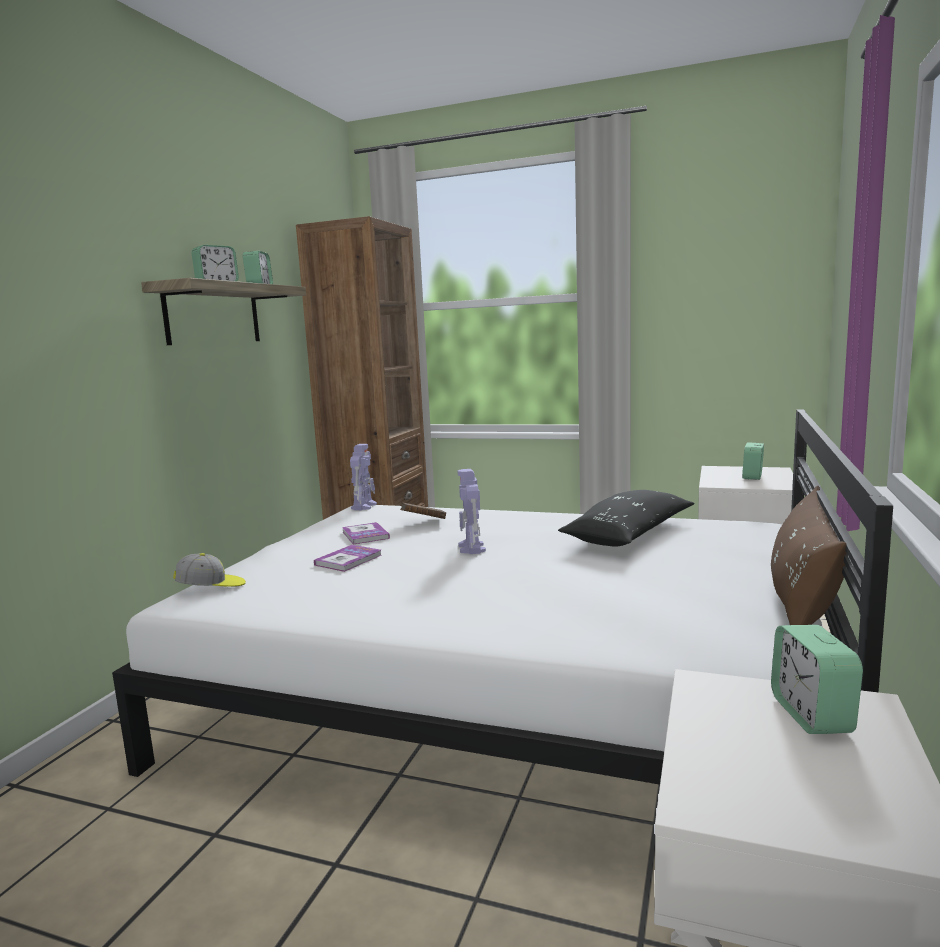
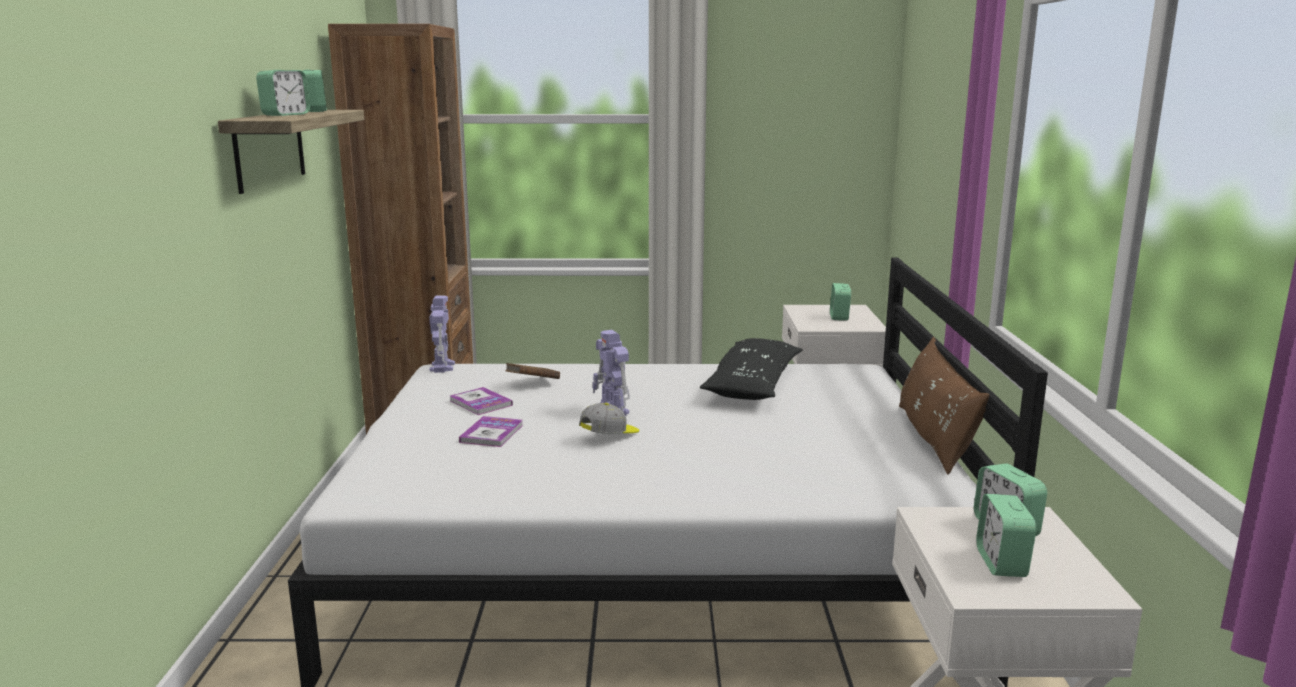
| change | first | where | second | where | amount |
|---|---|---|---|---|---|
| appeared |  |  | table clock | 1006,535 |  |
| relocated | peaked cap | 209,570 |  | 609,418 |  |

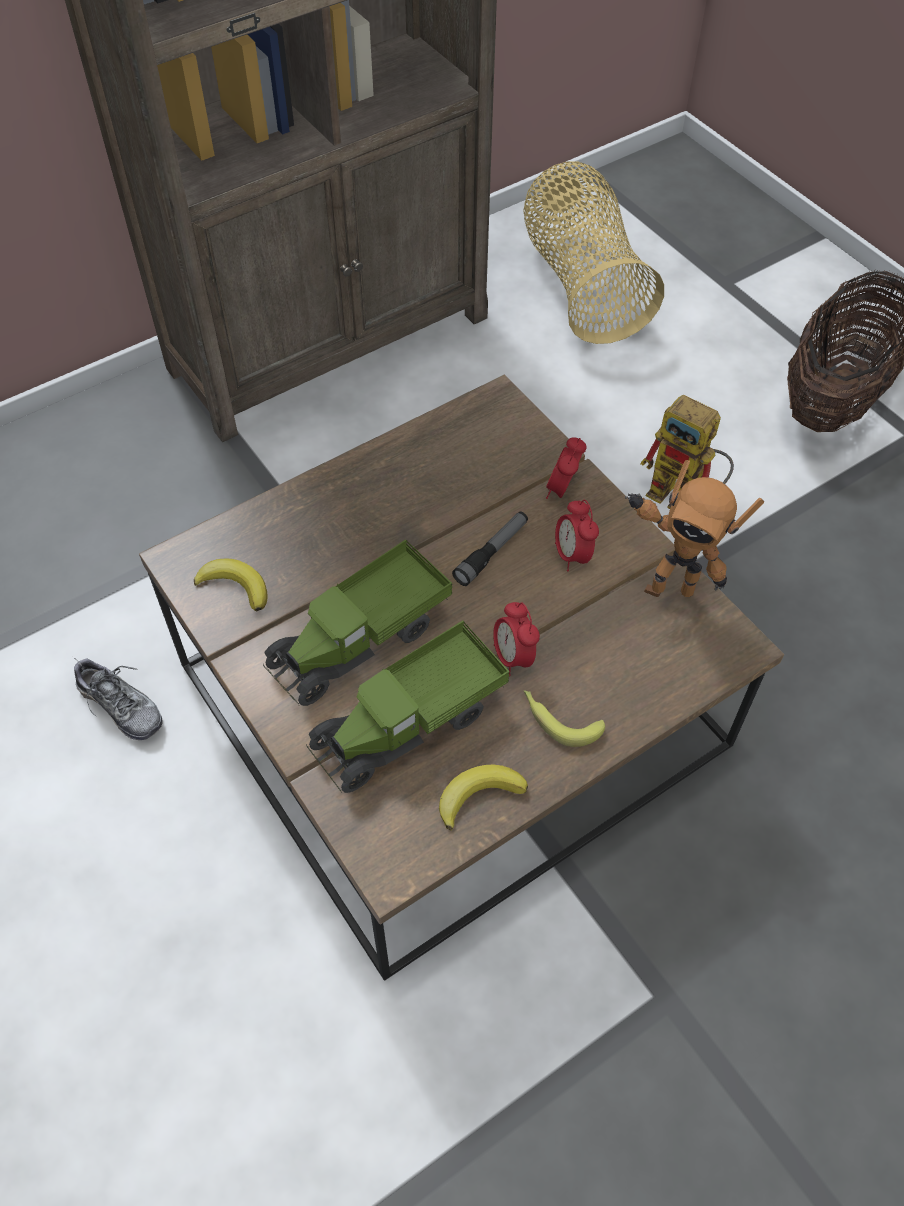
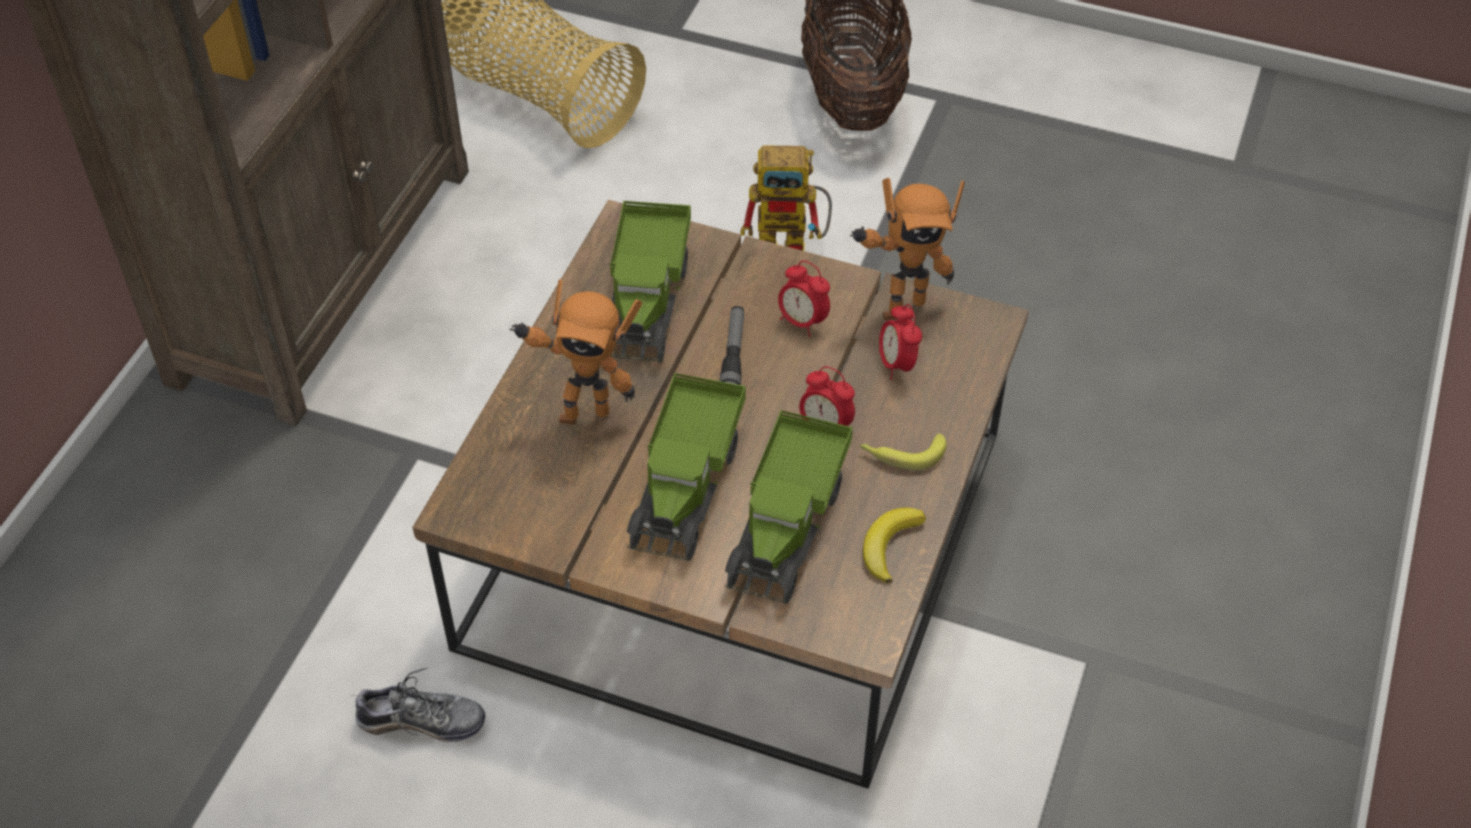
| change | first | where | second | where | amount |
|---|---|---|---|---|---|
| missing | whole banana | 231,585 |  |  |  |
| appeared |  |  | robot figure | 576,351 |  |
| appeared |  |  | toy truck | 650,282 |  |
| relocated | table clock | 566,468 |  | 900,342 |  |

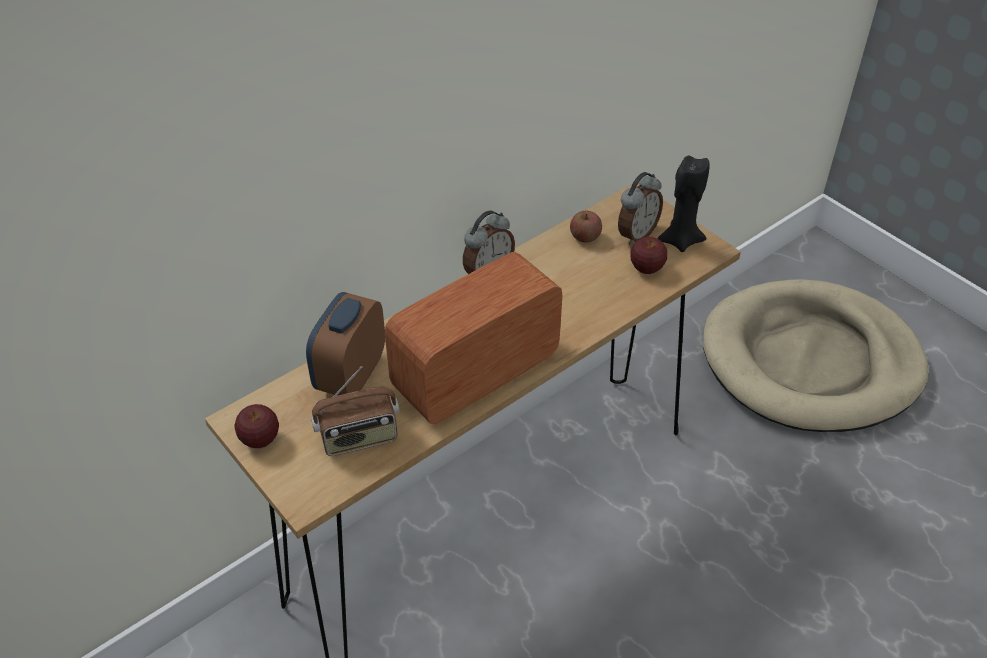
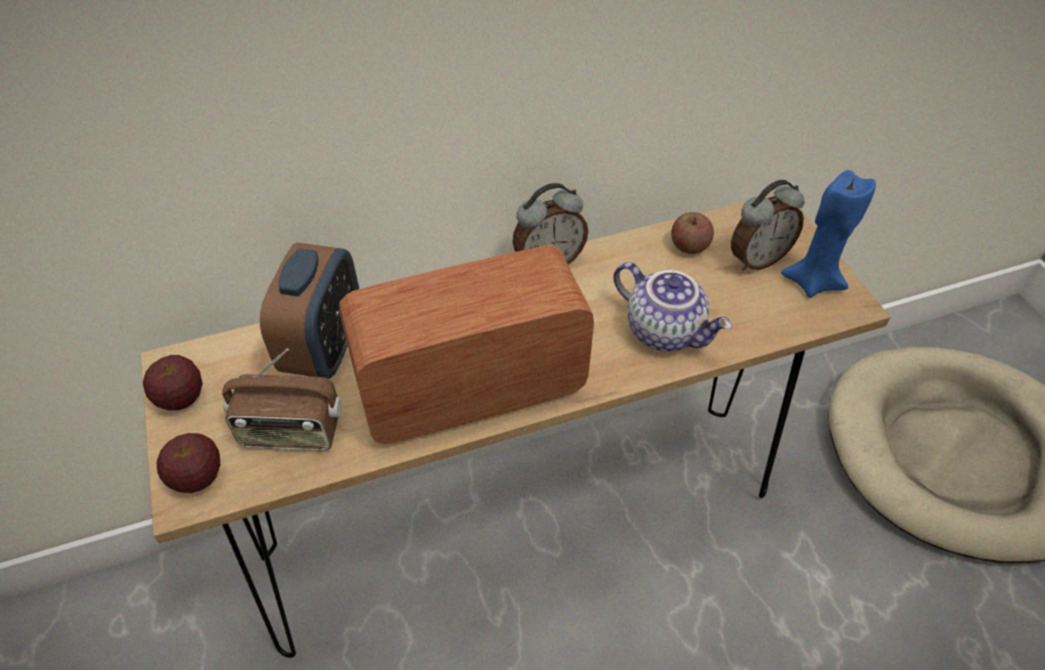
| change | first | where | second | where | amount |
|---|---|---|---|---|---|
| appeared |  |  | pot for tea | 672,306 |  |
| relocated | whole apple | 649,255 |  | 188,463 |  |
| colour | candle/black-coloured | 683,203 | candle/blue-coloured | 828,234 |  |
| spun | table clock | 345,344 |  | 309,311 | 150 degrees clockwise |

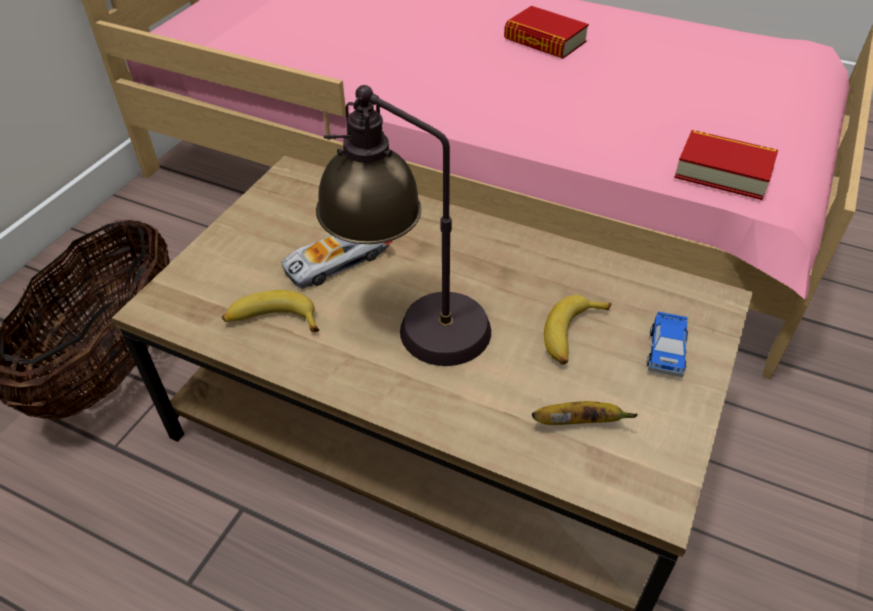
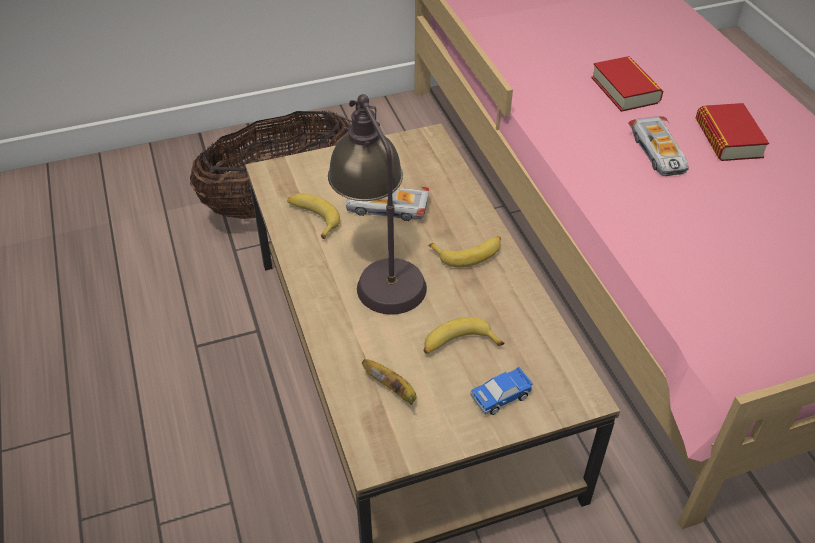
| change | first | where | second | where | amount |
|---|---|---|---|---|---|
| appeared |  |  | whole banana | 464,251 |  |
| appeared |  |  | miniature car | 658,146 |  |
| relocated | book | 726,165 |  | 627,84 |  |

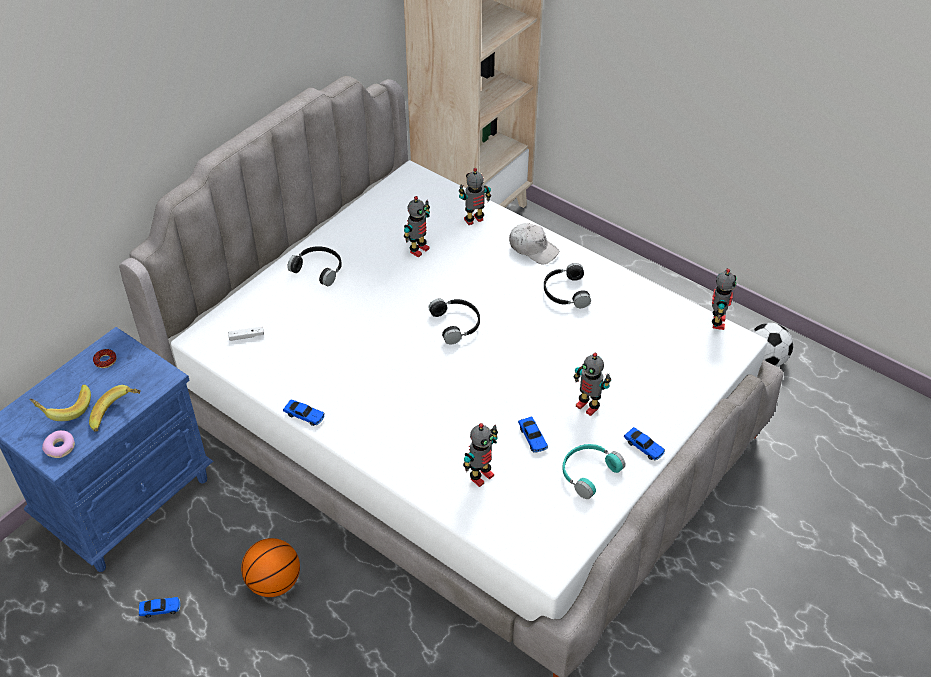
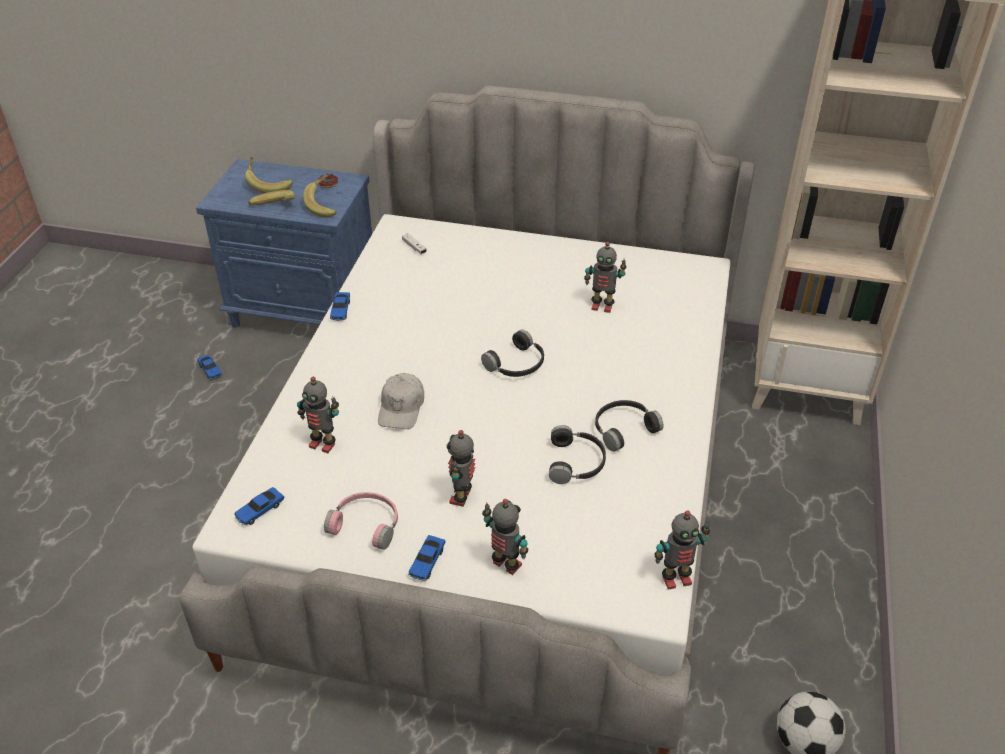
| change | first | where | second | where | amount |
|---|---|---|---|---|---|
| missing | doughnut | 58,444 |  |  |  |
| missing | basketball | 270,567 |  |  |  |
| appeared |  |  | whole banana | 320,195 |  |
| relocated | pair of headphones/black-coloured | 315,266 |  | 577,454 |  |
| relocated | robot figure | 475,196 |  | 505,537 |  |
| relocated | peaked cap/white | 534,243 |  | 401,401 |  |
| relocated | miniature car | 533,434 |  | 259,506 |  |
| colour | pair of headphones/turquoise-coloured | 594,471 | pair of headphones/pink-coloured | 361,521 |  |

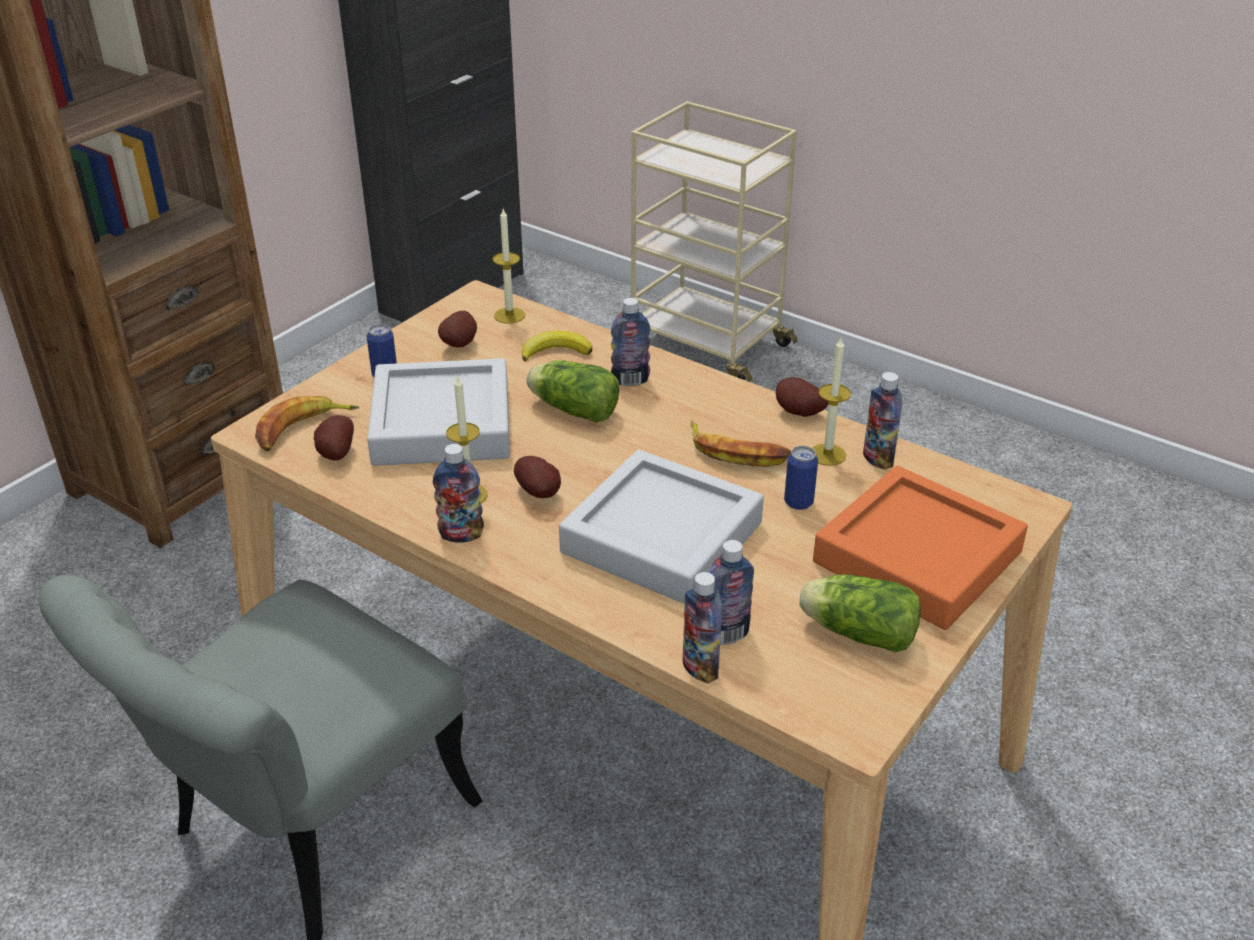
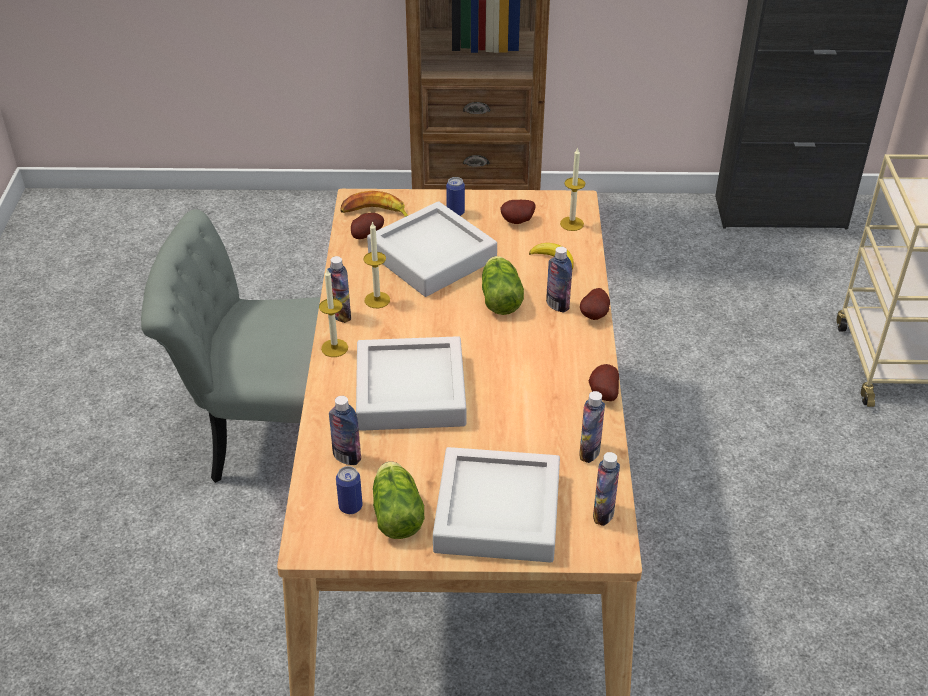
| change | first | where | second | where | amount |
|---|---|---|---|---|---|
| missing | whole banana | 741,443 |  |  |  |
| relocated | whole potato | 537,477 |  | 595,304 |  |
| relocated | beverage bottle | 702,627 |  | 606,489 |  |
| relocated | metal can | 801,478 |  | 349,490 |  |
| relocated | candle | 832,402 |  | 333,313 |  |
| colour | serving tray/orangey | 920,548 | serving tray/greyish | 496,505 |  |

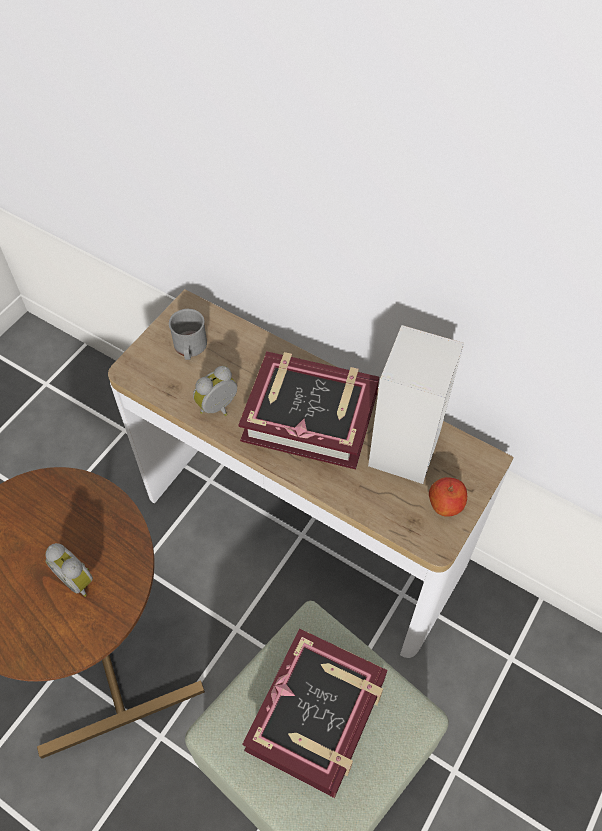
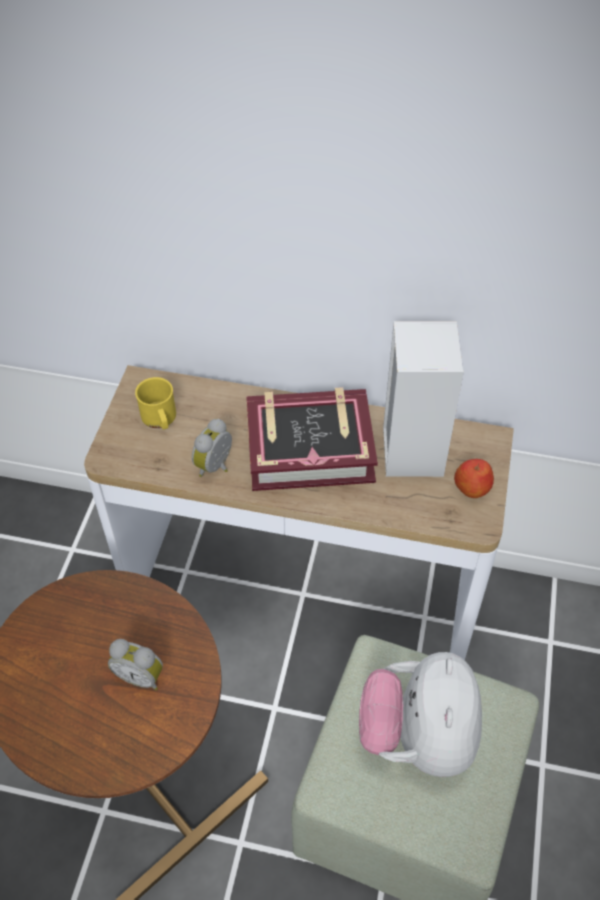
| change | first | where | second | where | amount |
|---|---|---|---|---|---|
| exchanged | book | 314,713 | cuddly toy | 420,714 |  |
| colour | tea mug/greyish | 188,334 | tea mug/yellow | 155,403 |  |

